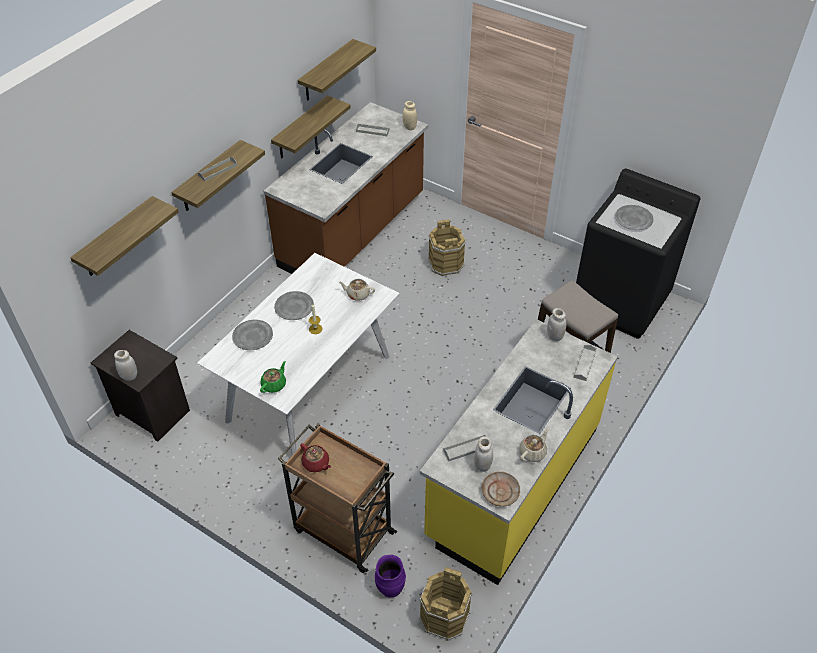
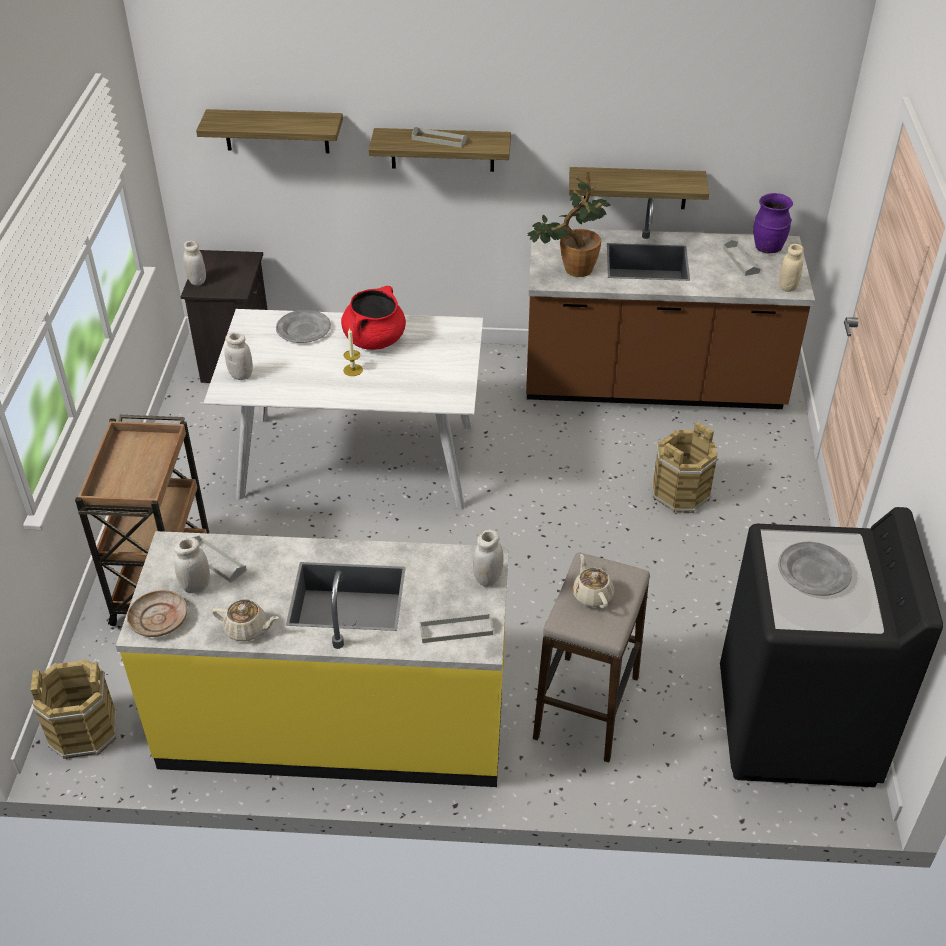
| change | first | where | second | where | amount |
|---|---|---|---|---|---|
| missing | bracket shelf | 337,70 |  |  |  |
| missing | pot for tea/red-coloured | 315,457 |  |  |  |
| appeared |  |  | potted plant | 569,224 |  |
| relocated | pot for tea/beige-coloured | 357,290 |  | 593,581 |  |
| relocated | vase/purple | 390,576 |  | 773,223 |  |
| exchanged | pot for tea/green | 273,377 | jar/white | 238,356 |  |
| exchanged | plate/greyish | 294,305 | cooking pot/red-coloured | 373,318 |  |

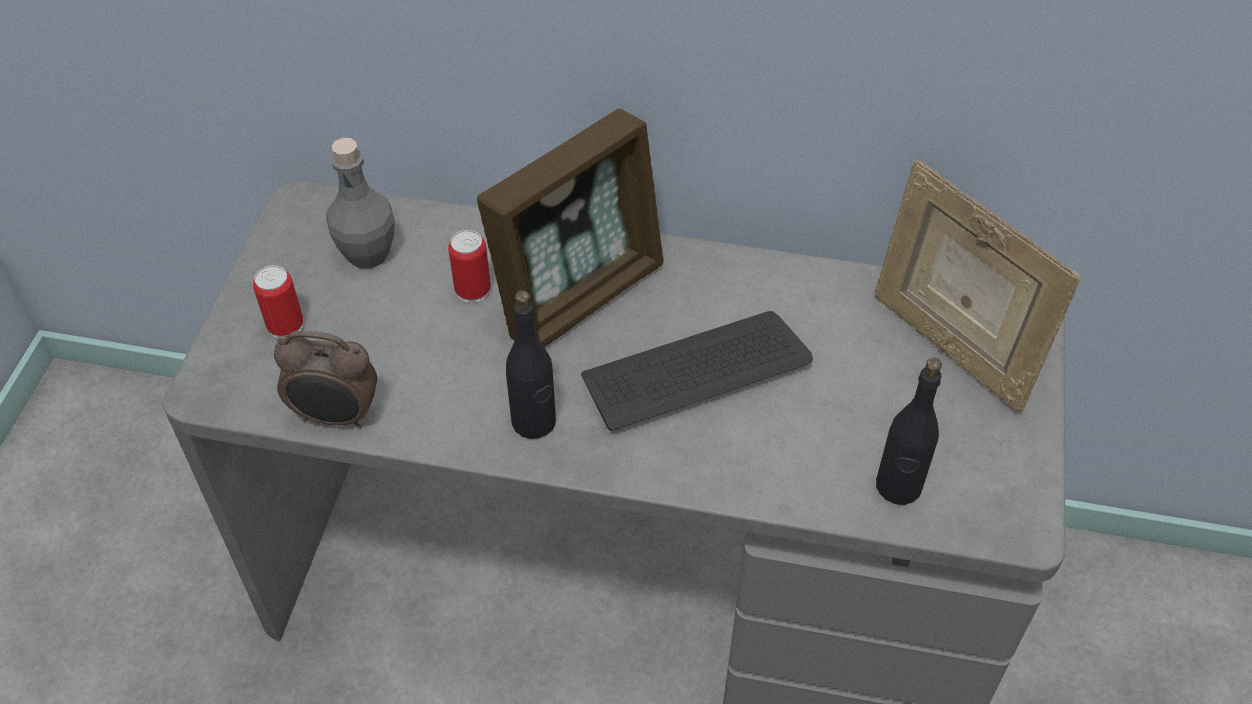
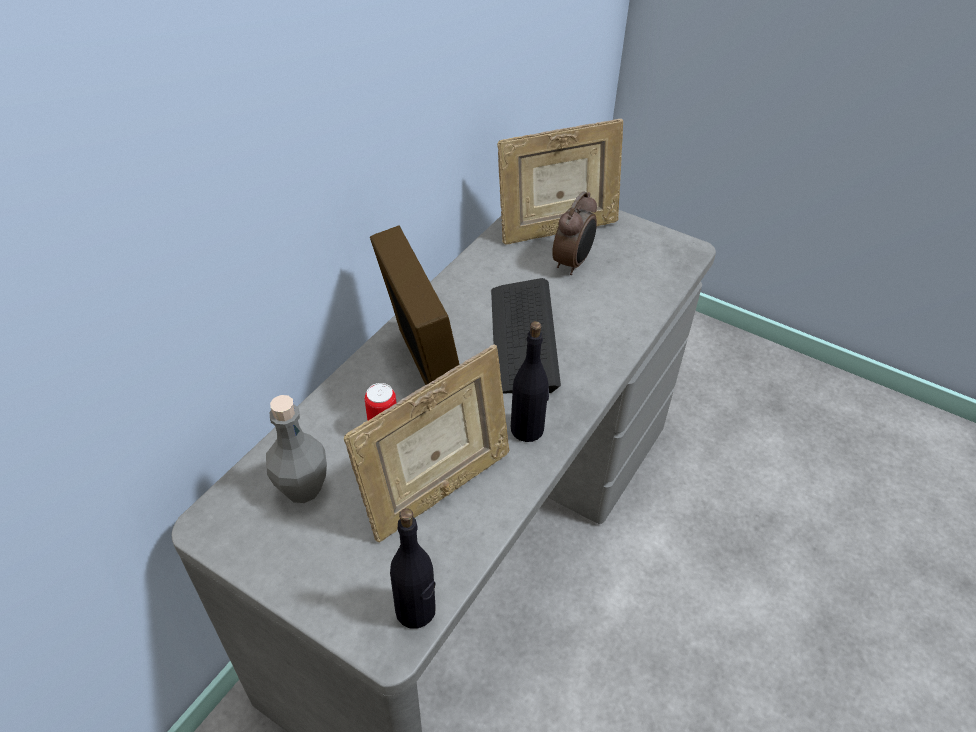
| change | first | where | second | where | amount |
|---|---|---|---|---|---|
| missing | metal can | 278,302 |  |  |  |
| appeared |  |  | photo frame | 427,443 |  |
| relocated | table clock | 325,379 |  | 574,233 |  |
| relocated | beverage bottle/black-coloured | 909,431 |  | 413,568 |  |

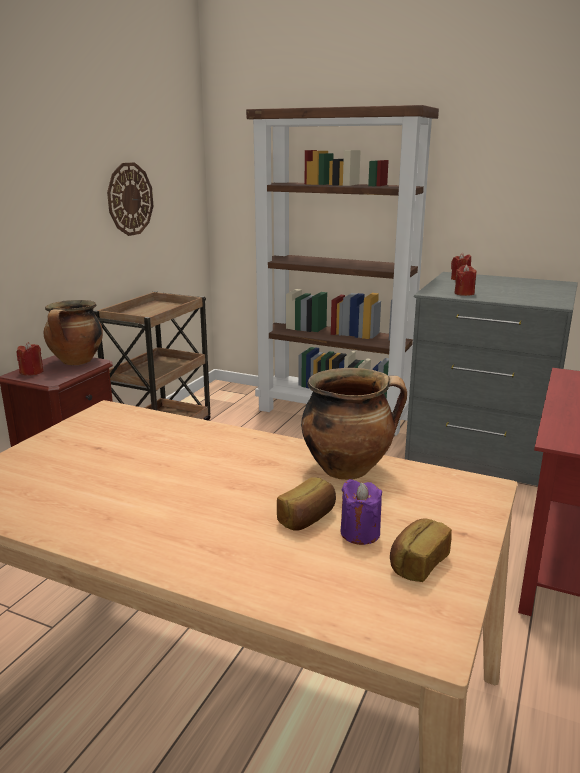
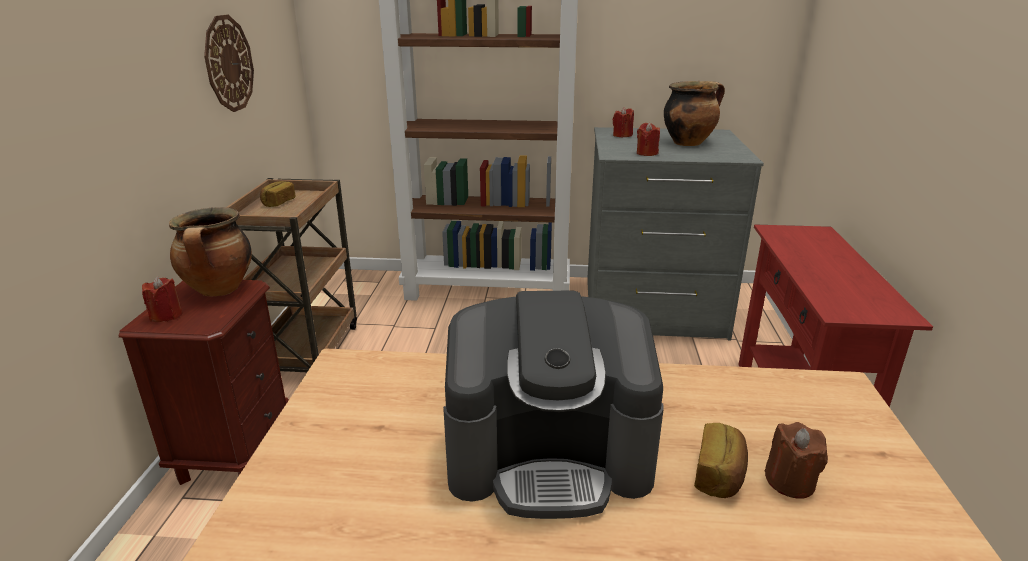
| change | first | where | second | where | amount |
|---|---|---|---|---|---|
| appeared |  |  | coffee maker | 553,404 |  |
| relocated | cooking pot | 354,424 |  | 694,113 |  |
| relocated | bakery bread | 421,550 |  | 277,194 |  |
| colour | candle/purple | 361,512 | candle/brown | 796,460 |  |

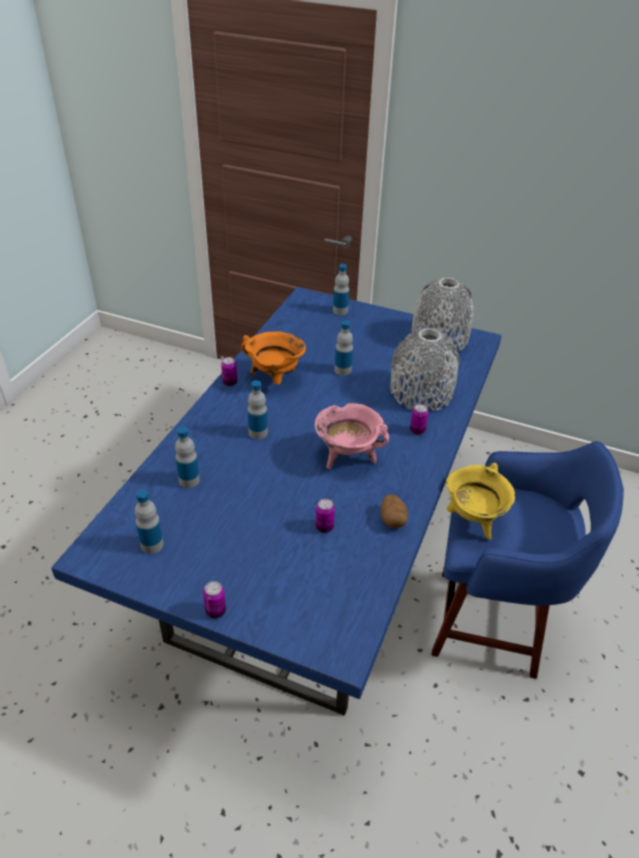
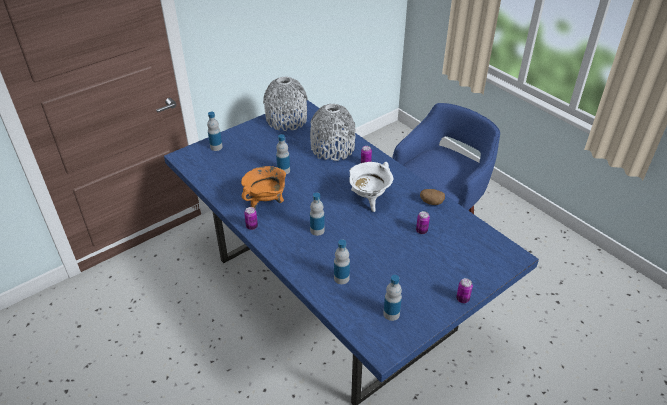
| change | first | where | second | where | amount |
|---|---|---|---|---|---|
| missing | cooking pot/yellow | 480,501 |  |  |  |
| colour | cooking pot/pink-coloured | 352,436 | cooking pot/white | 371,187 |  |

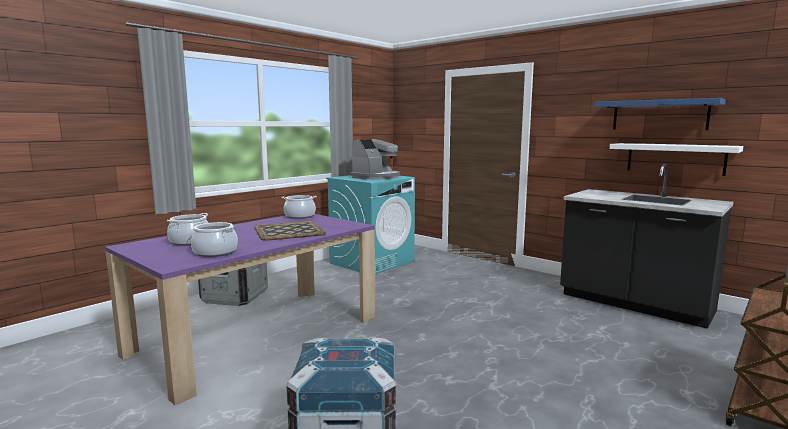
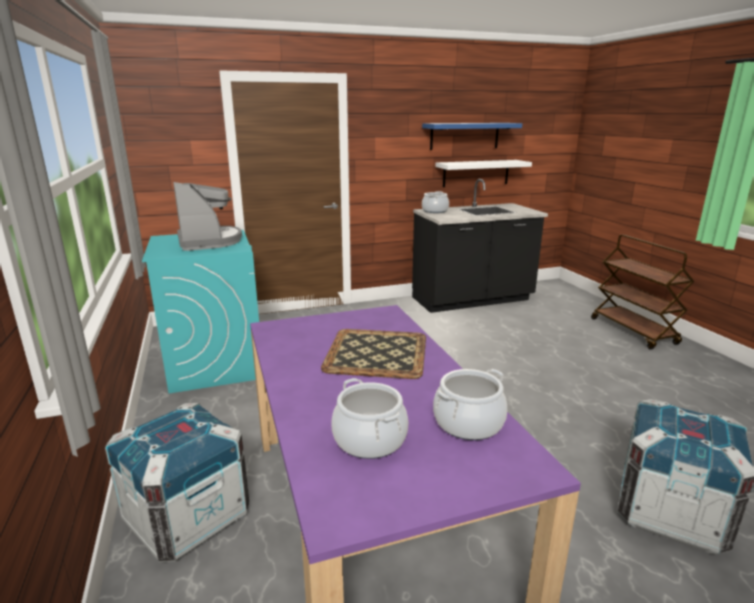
| change | first | where | second | where | amount |
|---|---|---|---|---|---|
| relocated | cooking pot | 299,207 |  | 435,202 |  |

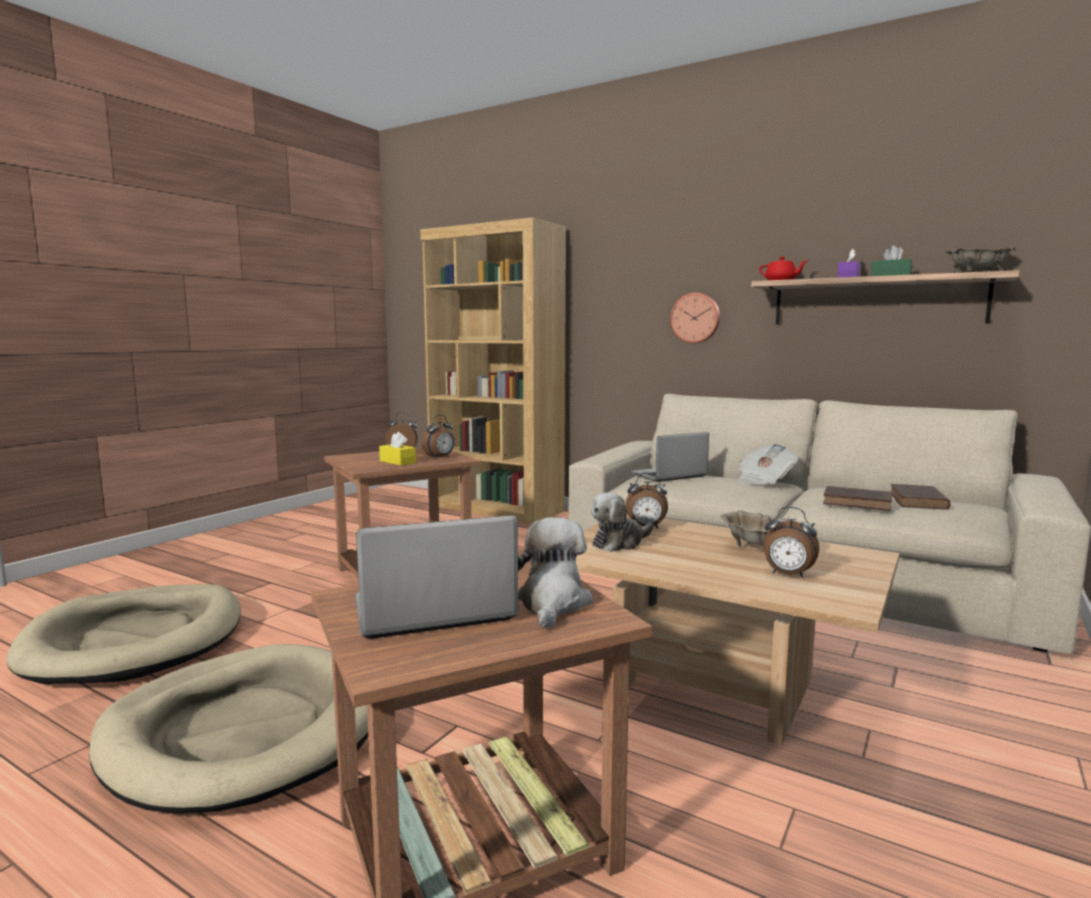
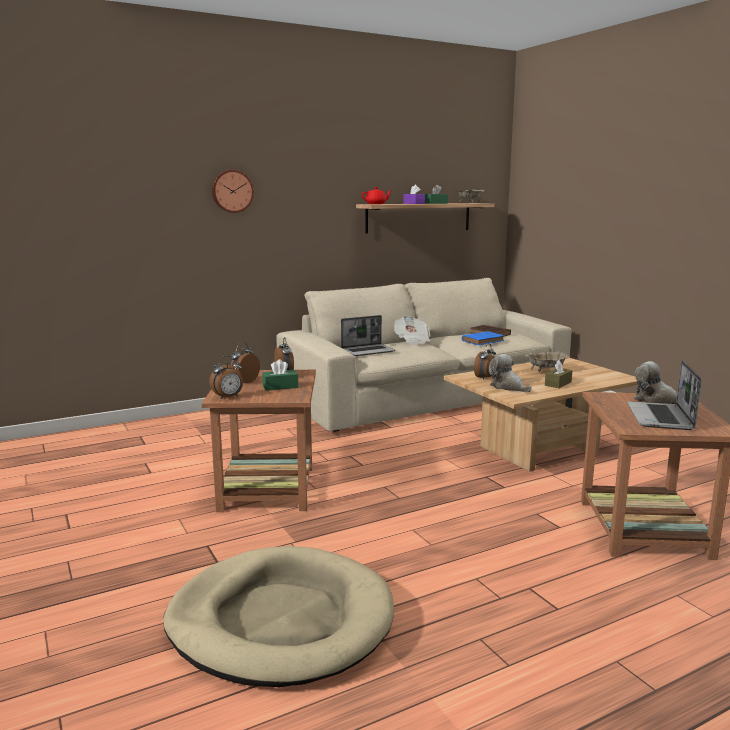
| change | first | where | second | where | amount |
|---|---|---|---|---|---|
| missing | dog cushion/beige-coloured | 228,729 |  |  |  |
| missing | bookshelf/brown | 493,370 |  |  |  |
| appeared |  |  | tissue box/brown | 558,374 |  |
| relocated | wall clock | 695,318 |  | 233,191 |  |
| relocated | table clock | 791,542 |  | 226,377 |  |
| colour | tissue box/yellow | 397,449 | tissue box/green | 280,375 |  |
| colour | book/brown | 857,498 | book/blue-coloured | 483,338 |  |
| spun | cuddly toy | 622,522 |  | 511,373 | 150 degrees clockwise |
| spun | notebook computer | 670,457 |  | 368,335 | 120 degrees counterclockwise |

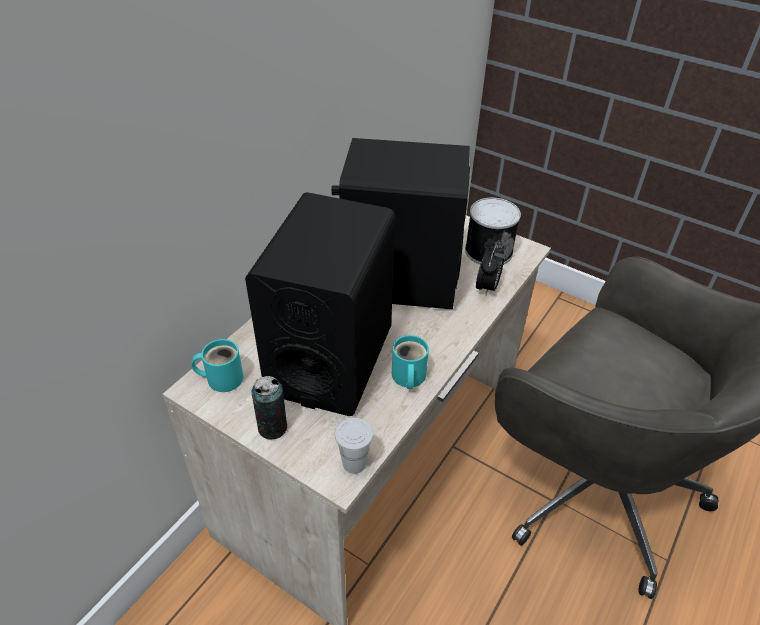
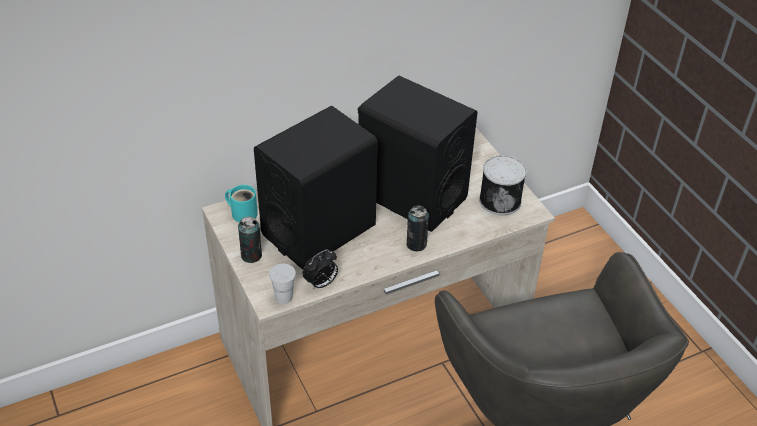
| change | first | where | second | where | amount |
|---|---|---|---|---|---|
| missing | tea mug/turquoise-coloured | 410,362 |  |  |  |
| appeared |  |  | metal can | 418,229 |  |
| relocated | table clock | 490,269 |  | 320,269 |  |

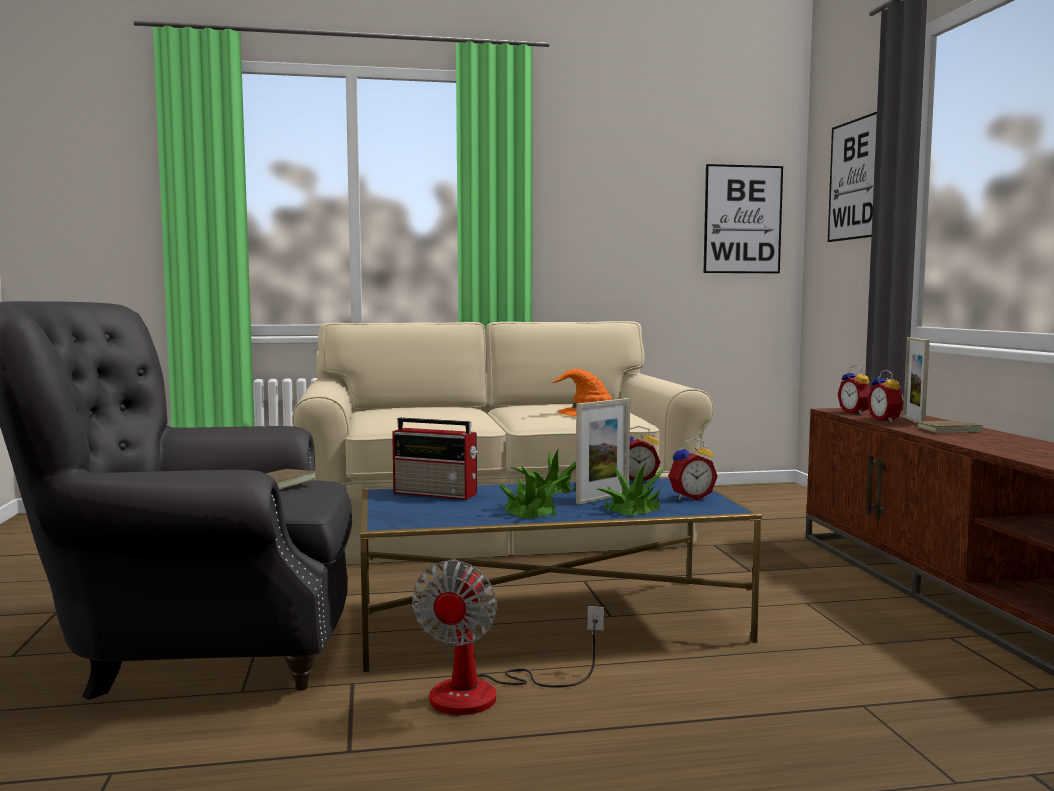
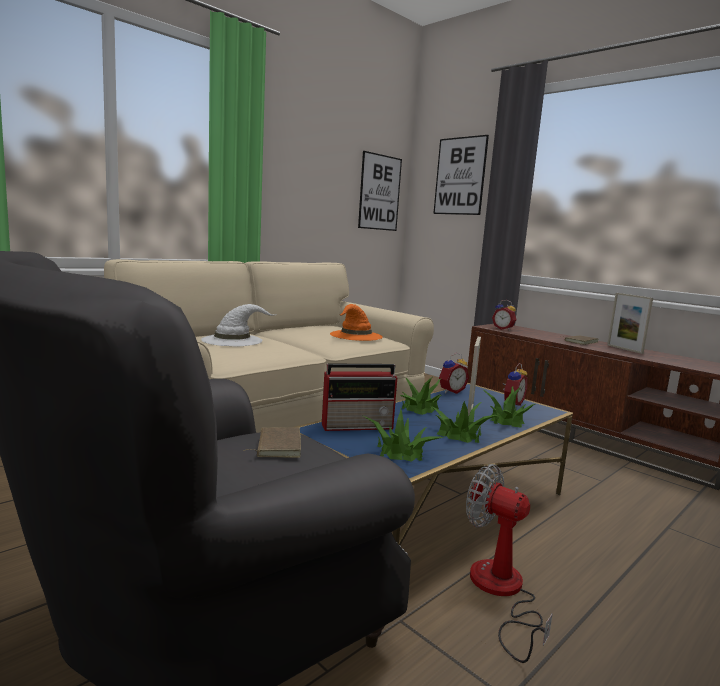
| change | first | where | second | where | amount |
|---|---|---|---|---|---|
| missing | table clock | 886,396 |  |  |  |
| appeared |  |  | clothing hat/white | 239,325 |  |
| appeared |  |  | potted plant | 404,435 |  |
| relocated | photo frame | 916,379 |  | 630,323 |  |
| spun | electric fan | 508,637 |  | 509,563 | 150 degrees clockwise |

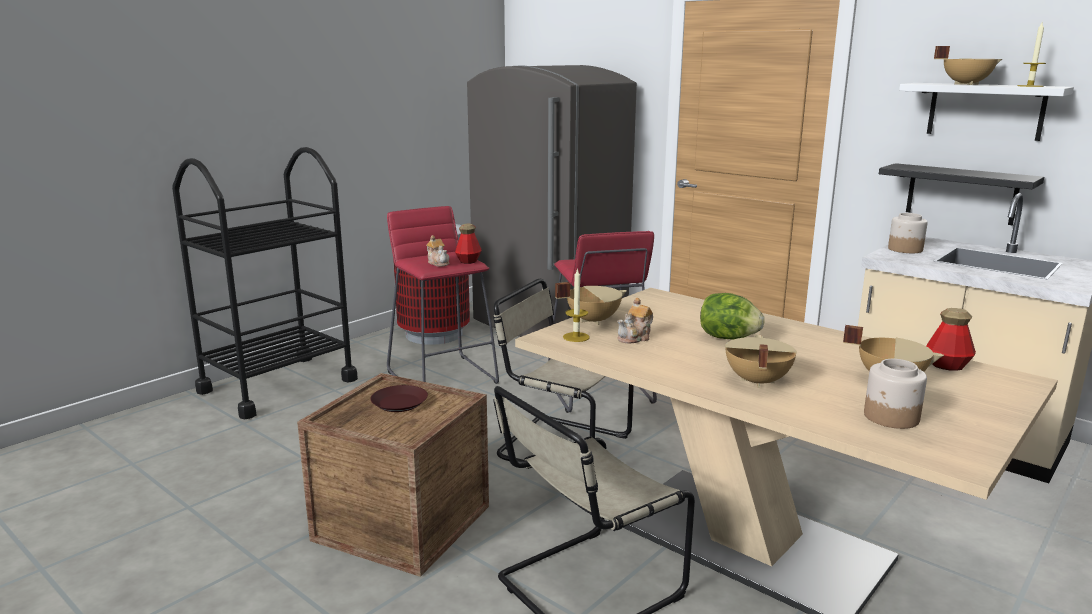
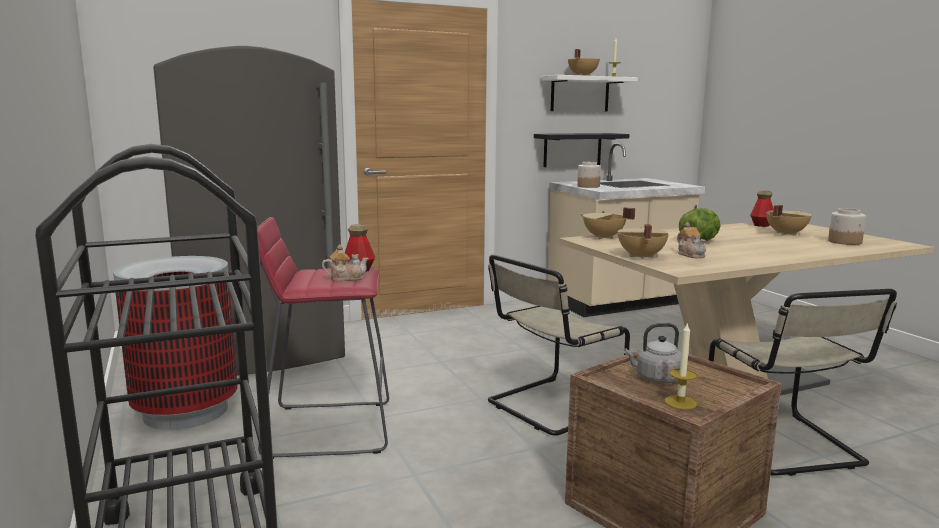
| change | first | where | second | where | amount |
|---|---|---|---|---|---|
| missing | stool/red-coloured | 602,322 |  |  |  |
| relocated | candle | 576,305 |  | 681,366 |  |
| relocated | cooking pot/beige-coloured | 761,361 |  | 608,223 |  |
| exchanged | plate/brown | 399,398 | water kettle/greyish | 652,353 |  |

